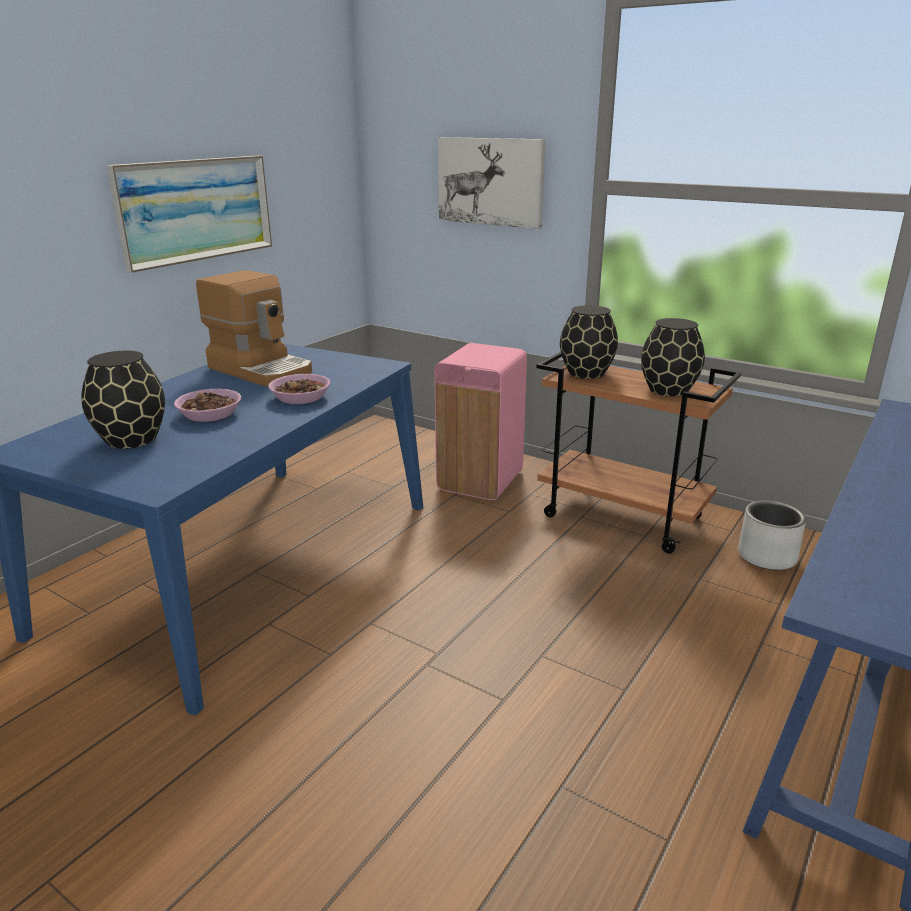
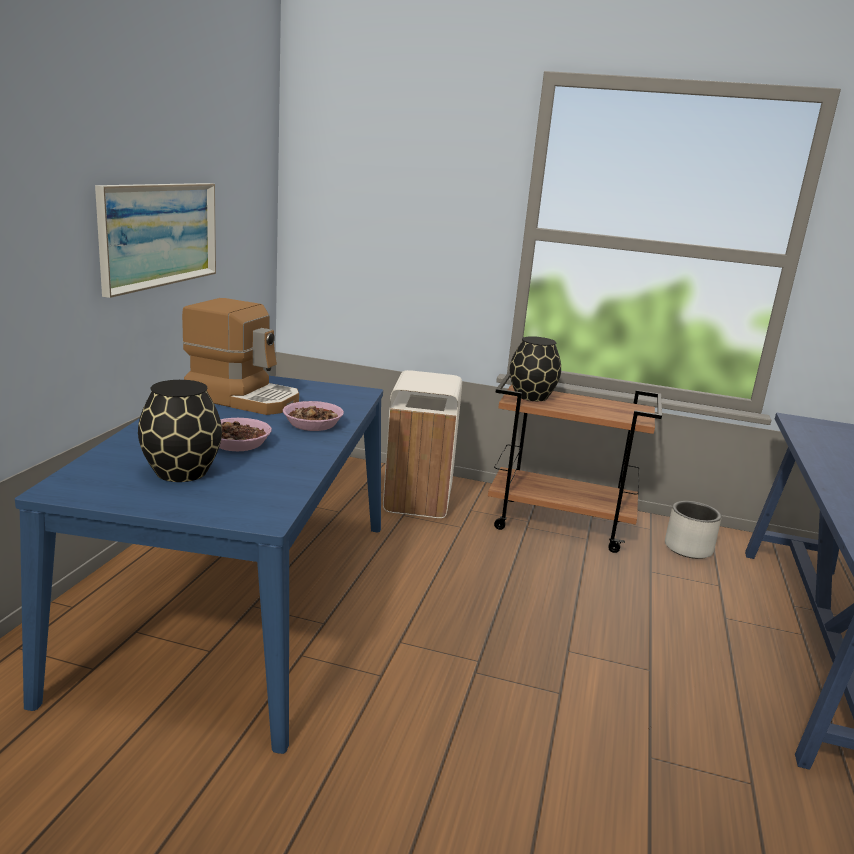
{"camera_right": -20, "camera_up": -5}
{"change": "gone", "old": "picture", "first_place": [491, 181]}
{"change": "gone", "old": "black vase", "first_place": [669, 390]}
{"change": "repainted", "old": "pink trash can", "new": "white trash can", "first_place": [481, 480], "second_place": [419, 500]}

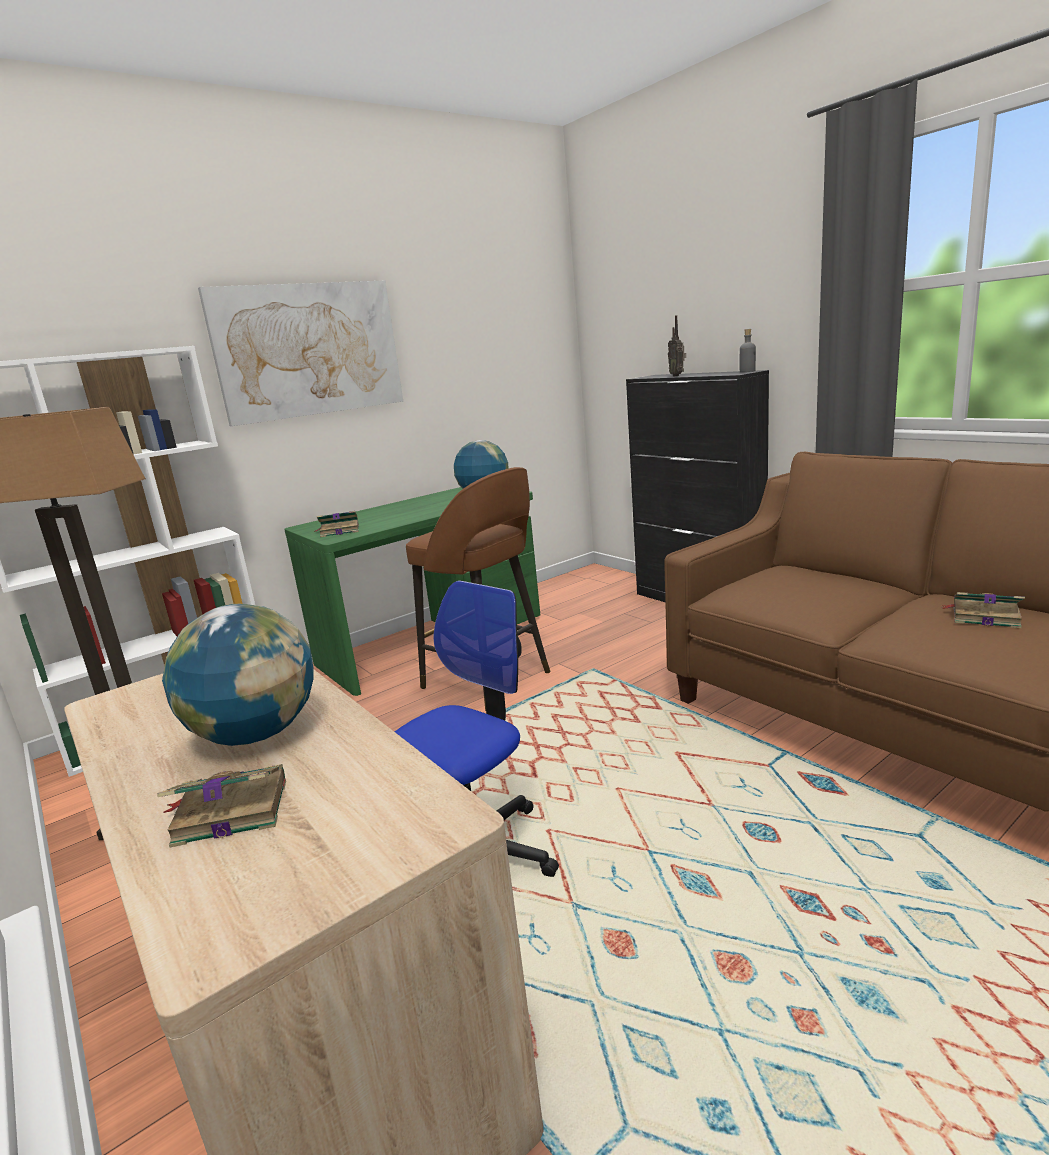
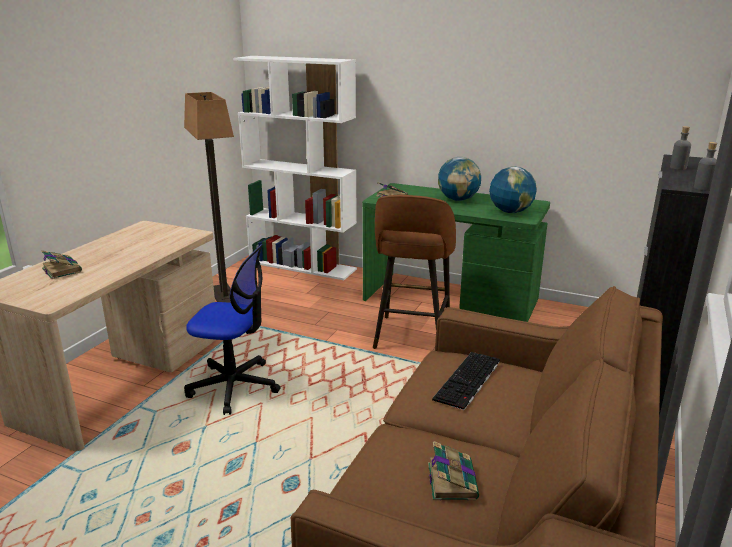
{"camera_right": 60, "camera_up": 5}
{"change": "gone", "old": "picture", "first_place": [309, 350]}
{"change": "swapped", "old": "radio", "new": "grey bottle", "first_place": [677, 375], "second_place": [678, 168]}
{"change": "shifted", "old": "globe", "first_place": [256, 734], "second_place": [458, 199]}
{"change": "new", "new": "keyboard", "second_place": [468, 380]}

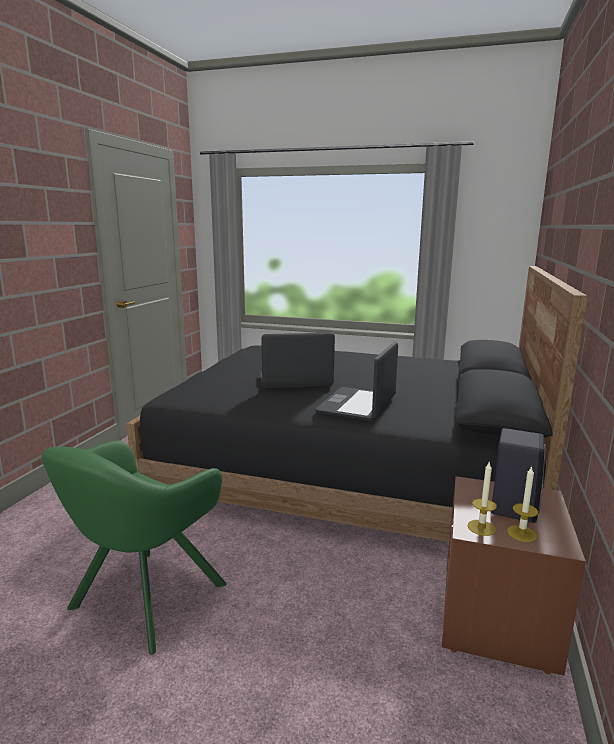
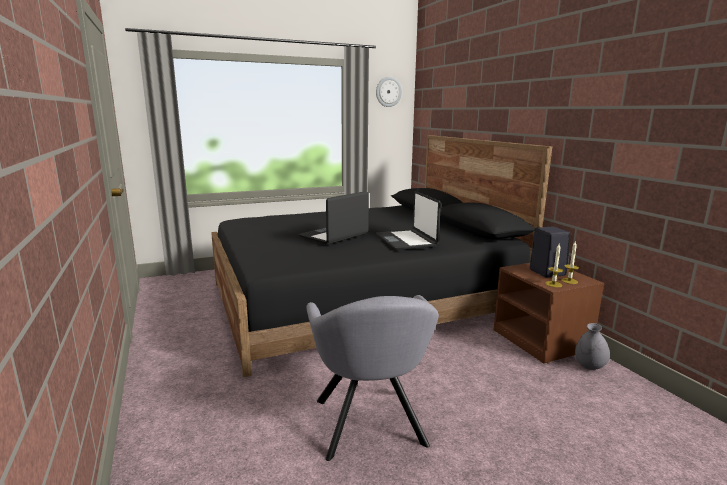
{"camera_right": -40, "camera_up": 0}
{"change": "repainted", "old": "green armchair", "new": "grey armchair", "first_place": [142, 601], "second_place": [370, 427]}
{"change": "new", "new": "wall clock", "second_place": [388, 92]}
{"change": "new", "new": "grey vase", "second_place": [589, 367]}

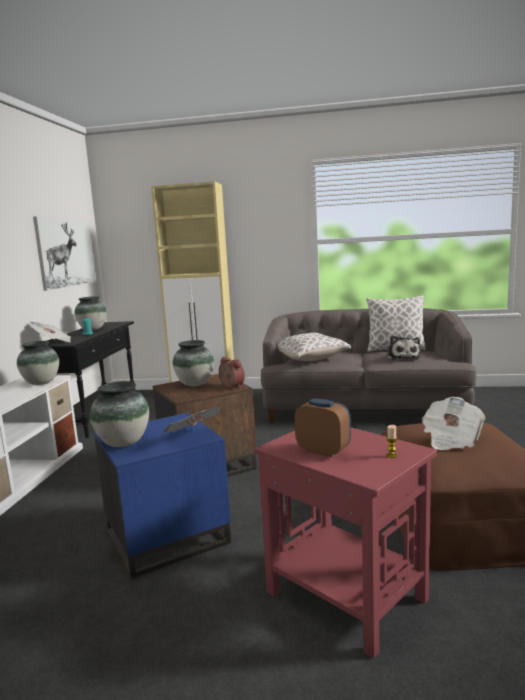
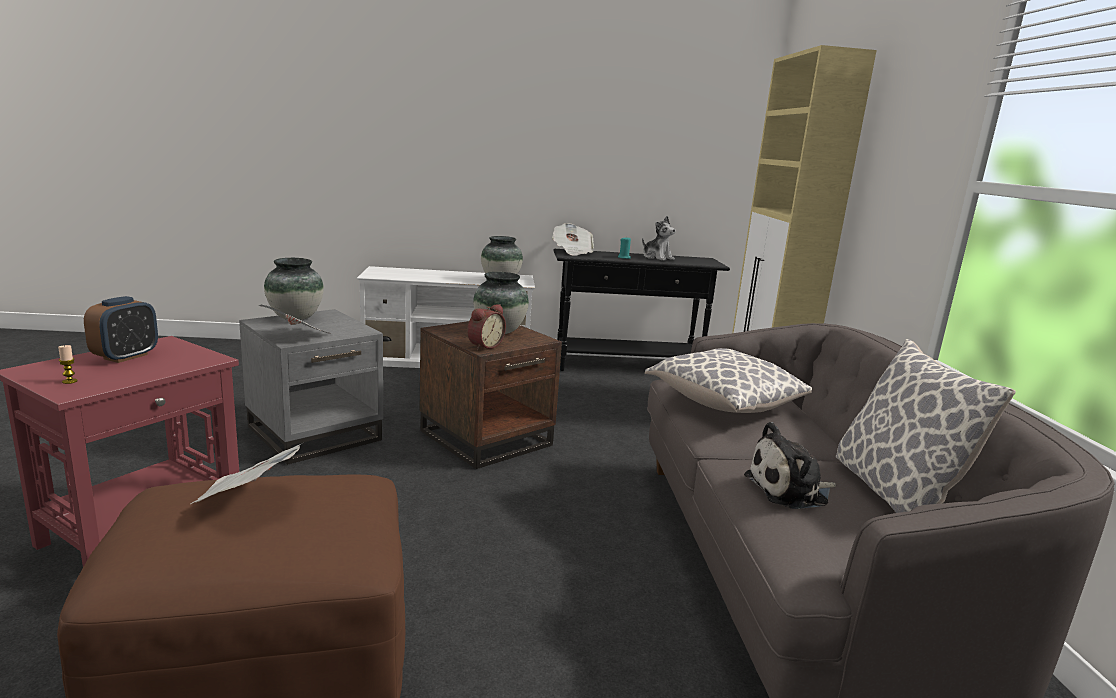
{"camera_right": 75, "camera_up": 5}
{"change": "gone", "old": "picture", "first_place": [66, 252]}
{"change": "swapped", "old": "vase", "new": "plush toy", "first_place": [92, 329], "second_place": [657, 257]}
{"change": "repainted", "old": "blue side table", "new": "grey side table", "first_place": [167, 536], "second_place": [315, 433]}

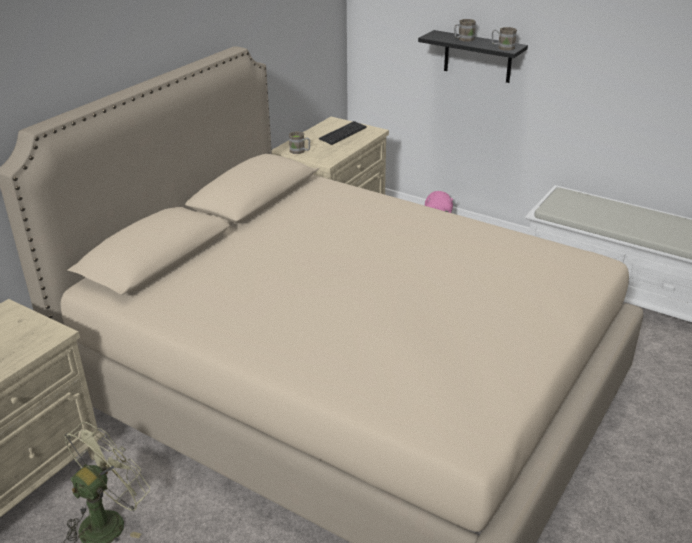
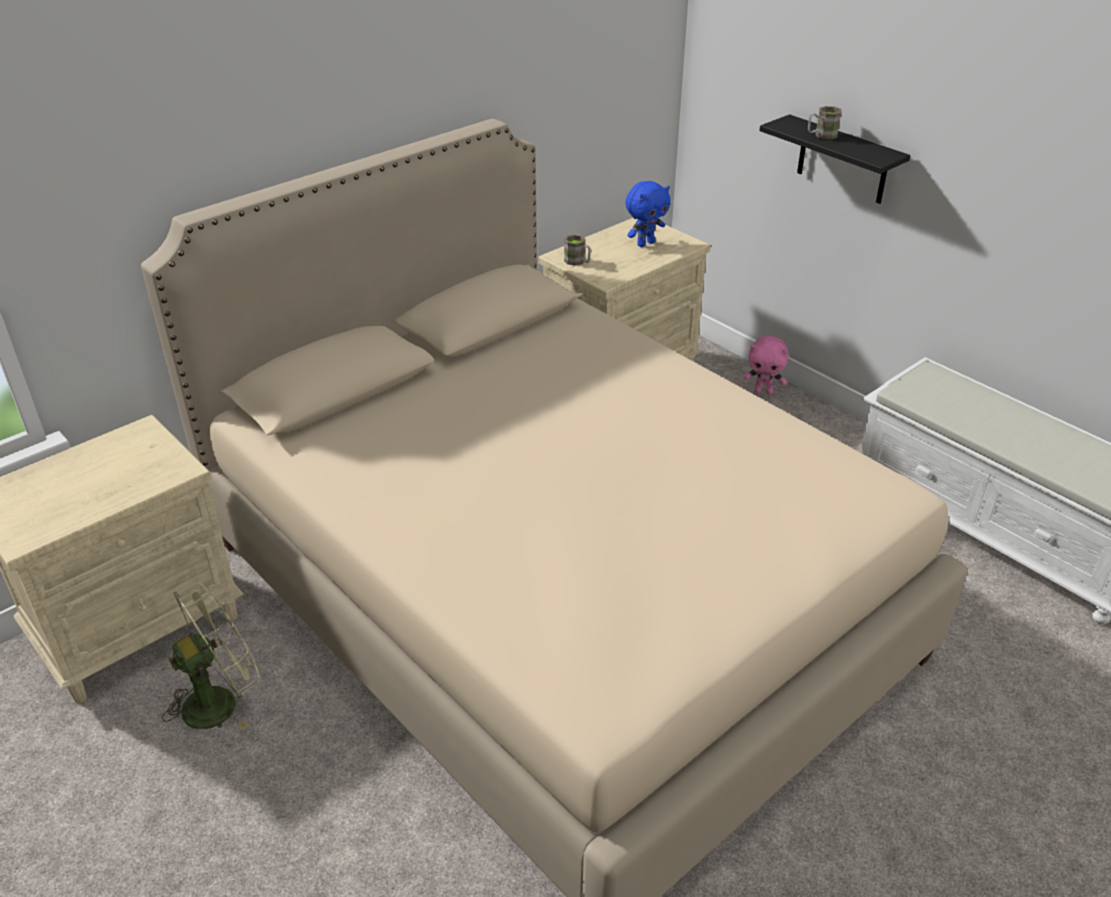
{"camera_right": 15, "camera_up": 5}
{"change": "gone", "old": "brown mug", "first_place": [502, 47]}
{"change": "swapped", "old": "keyboard", "new": "blue plush toy", "first_place": [343, 134], "second_place": [645, 243]}

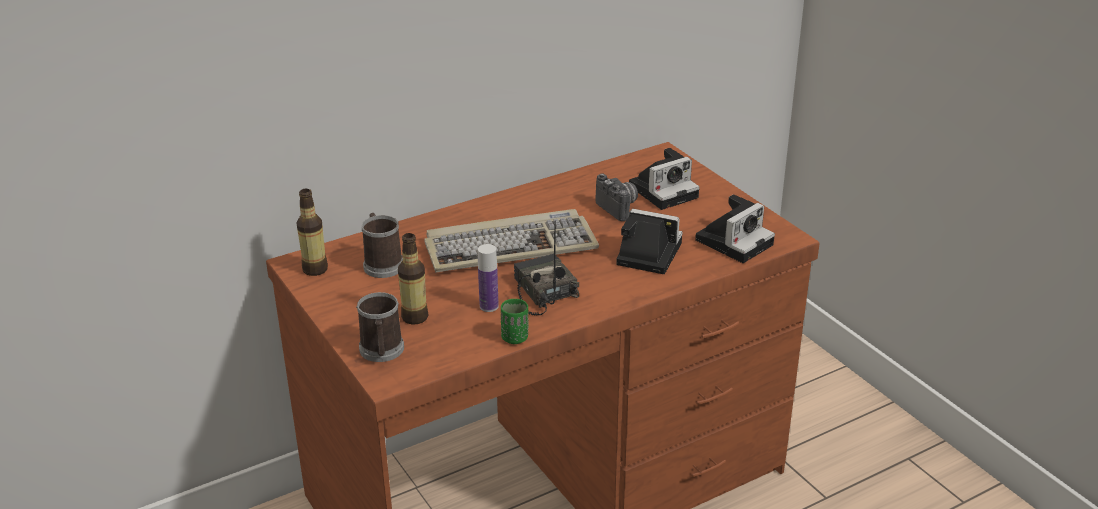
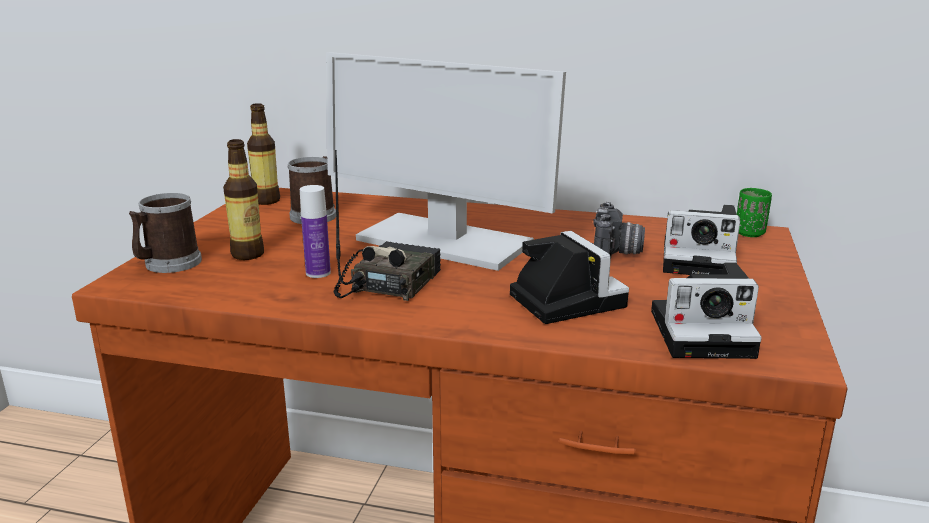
{"camera_right": 45, "camera_up": -10}
{"change": "swapped", "old": "keyboard", "new": "monitor", "first_place": [511, 246], "second_place": [442, 242]}
{"change": "shifted", "old": "green cup", "first_place": [515, 338], "second_place": [749, 233]}

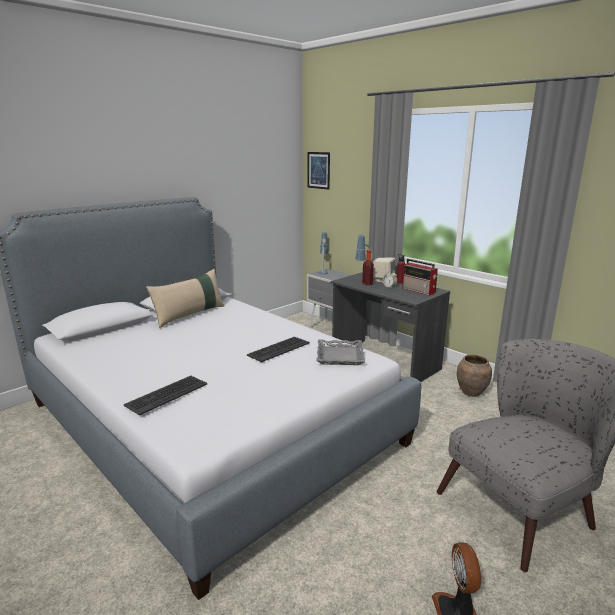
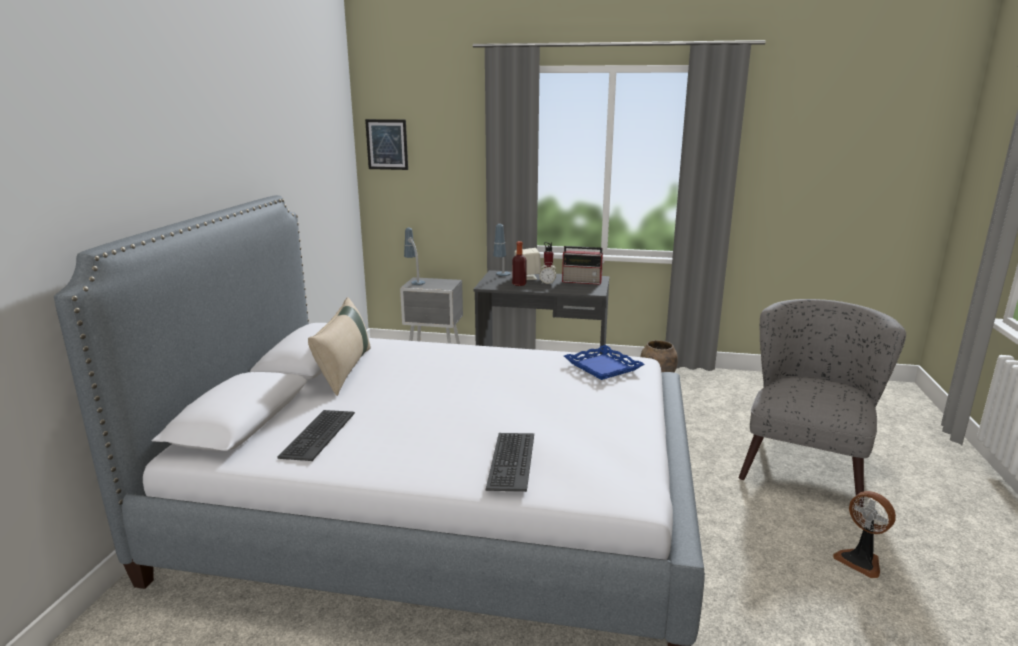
{"camera_right": -35, "camera_up": 0}
{"change": "shifted", "old": "keyboard", "first_place": [278, 349], "second_place": [317, 435]}
{"change": "repainted", "old": "grey tray", "new": "blue tray", "first_place": [340, 356], "second_place": [603, 367]}

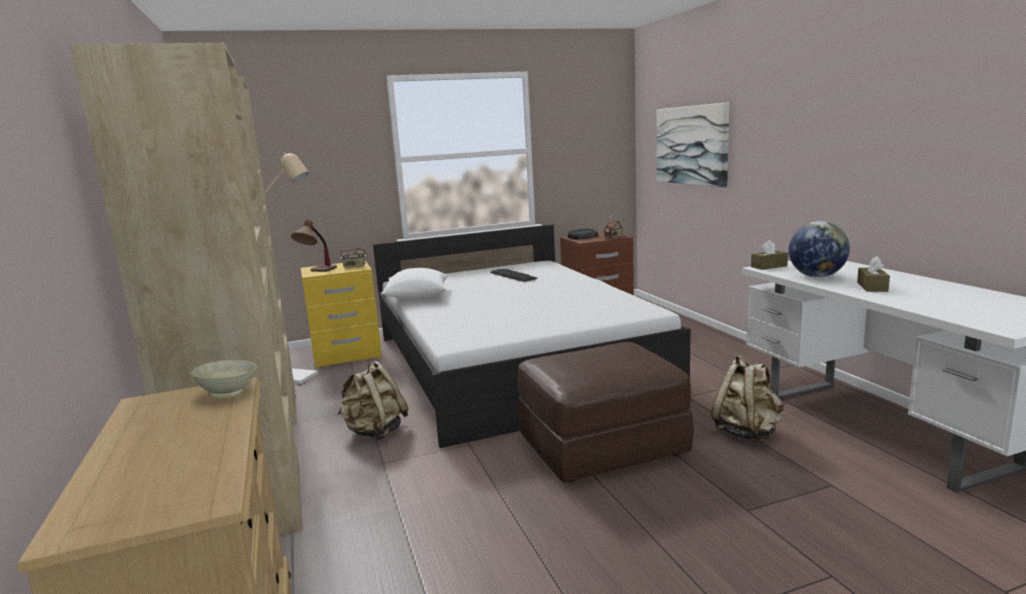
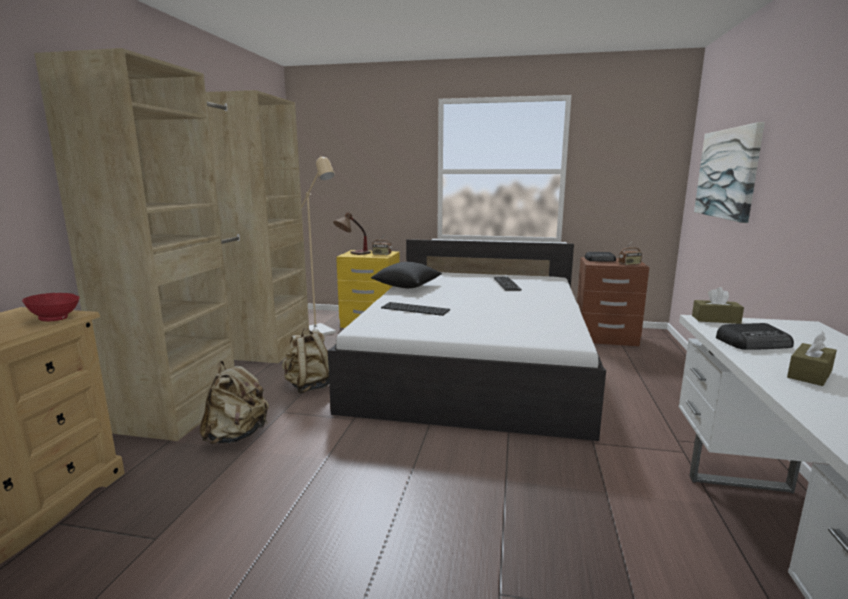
{"camera_right": 30, "camera_up": 0}
{"change": "swapped", "old": "globe", "new": "radio", "first_place": [816, 276], "second_place": [754, 343]}
{"change": "repainted", "old": "white pillow", "new": "black pillow", "first_place": [417, 297], "second_place": [406, 286]}
{"change": "gone", "old": "brown ottoman", "first_place": [602, 445]}
{"change": "shifted", "old": "beige backpack", "first_place": [747, 432], "second_place": [237, 436]}
{"change": "repainted", "old": "beige bowl", "new": "red bowl", "first_place": [229, 394], "second_place": [55, 319]}
{"change": "new", "new": "keyboard", "second_place": [416, 309]}

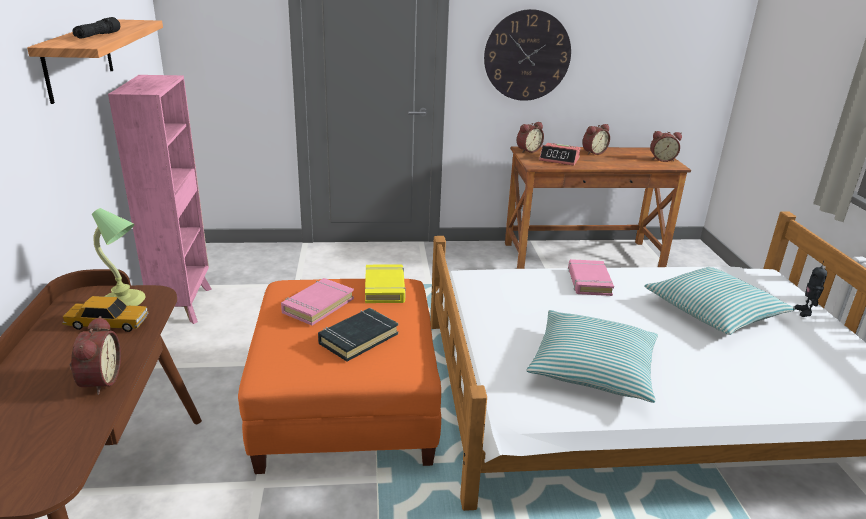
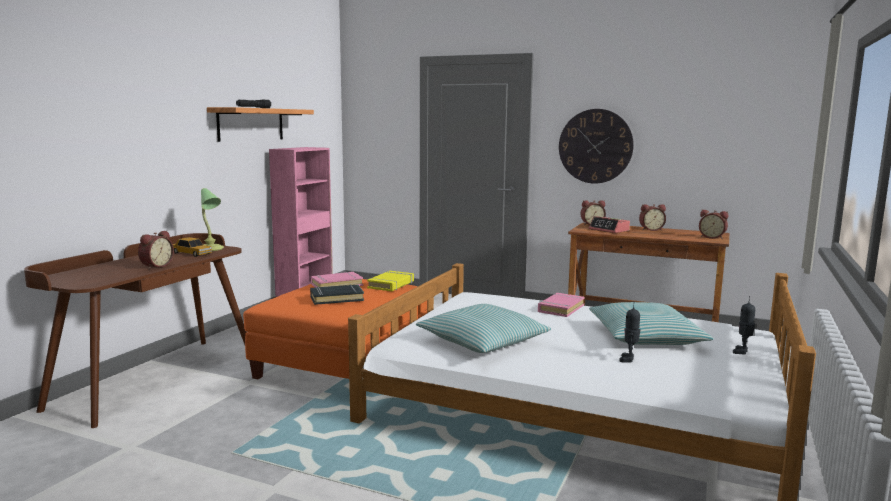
{"camera_right": 30, "camera_up": -15}
{"change": "new", "new": "toy robot", "second_place": [629, 359]}

